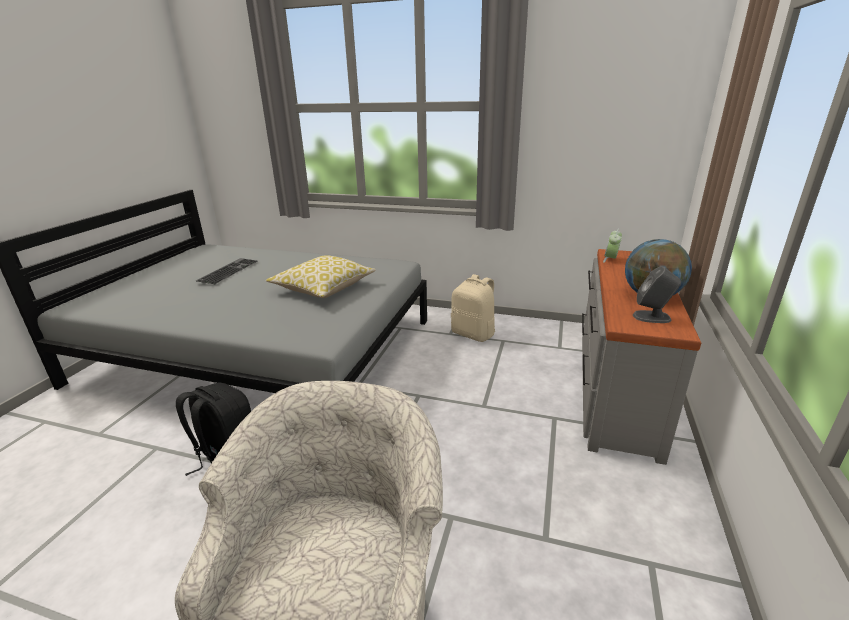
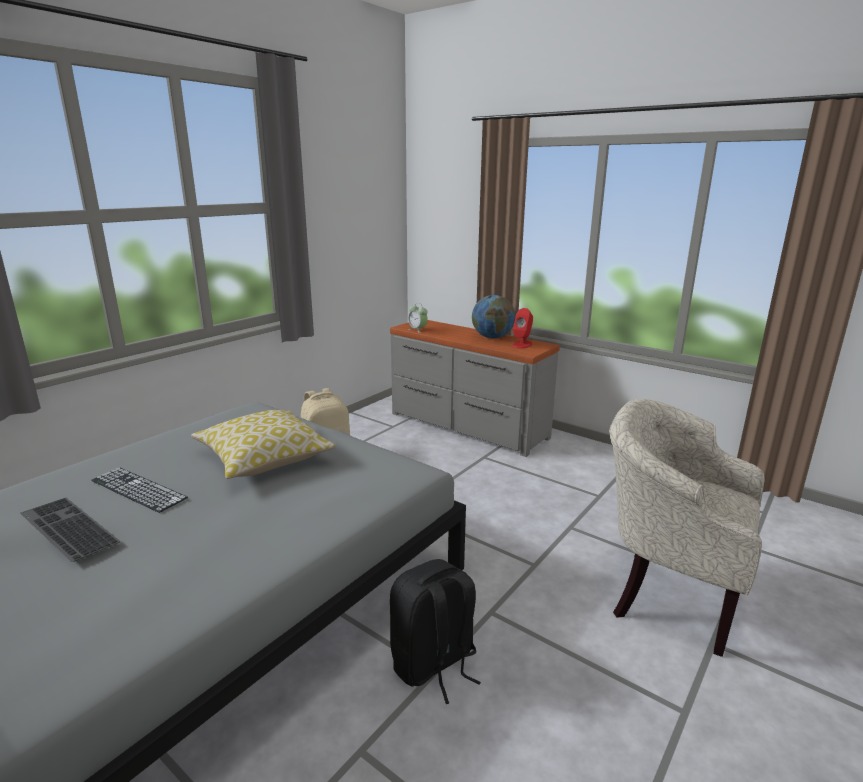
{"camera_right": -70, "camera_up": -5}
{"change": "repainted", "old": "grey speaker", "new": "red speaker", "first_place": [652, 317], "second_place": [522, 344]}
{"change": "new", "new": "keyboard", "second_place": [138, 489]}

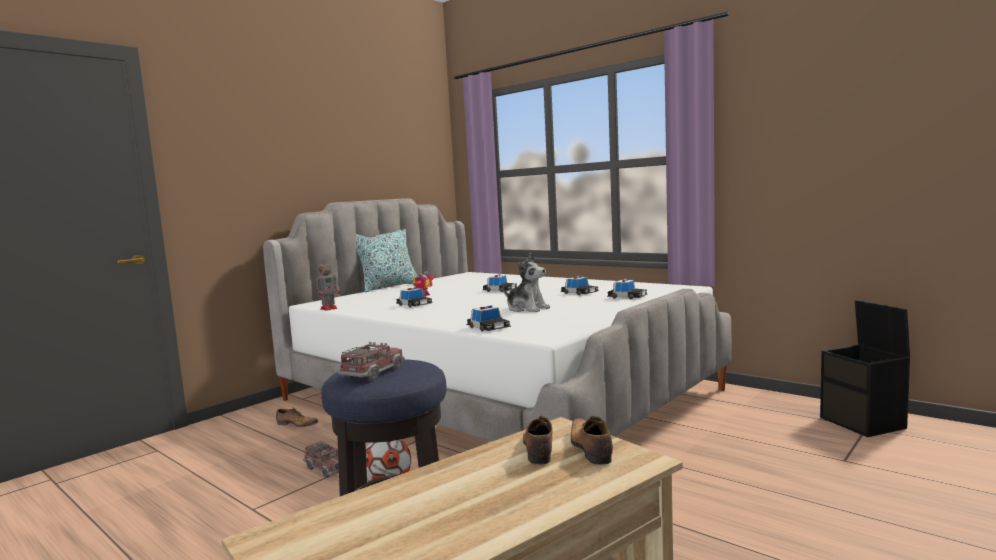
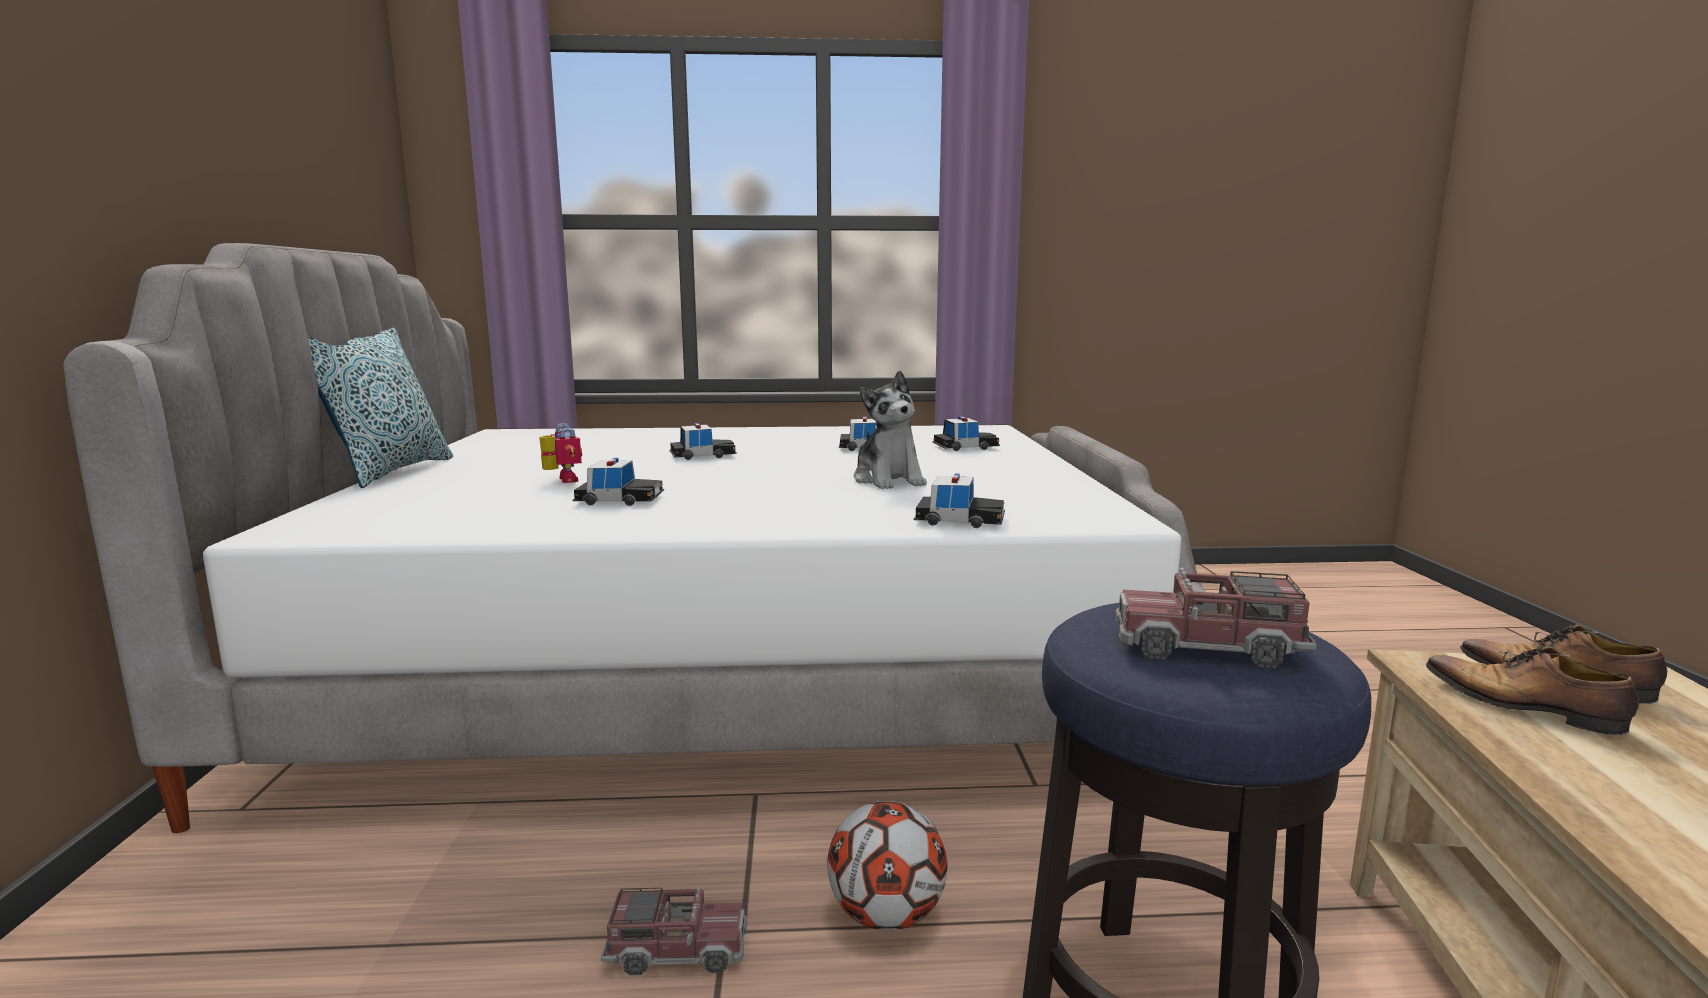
{"camera_right": -45, "camera_up": 5}
{"change": "rotated", "old": "plush toy", "first_place": [527, 309], "second_place": [888, 480], "degrees": 75}
{"change": "gone", "old": "toy robot", "first_place": [329, 308]}
{"change": "gone", "old": "black storage box", "first_place": [864, 423]}
{"change": "rotated", "old": "toy truck", "first_place": [373, 373], "second_place": [1207, 647], "degrees": -60}
{"change": "gone", "old": "shoe", "first_place": [297, 424]}

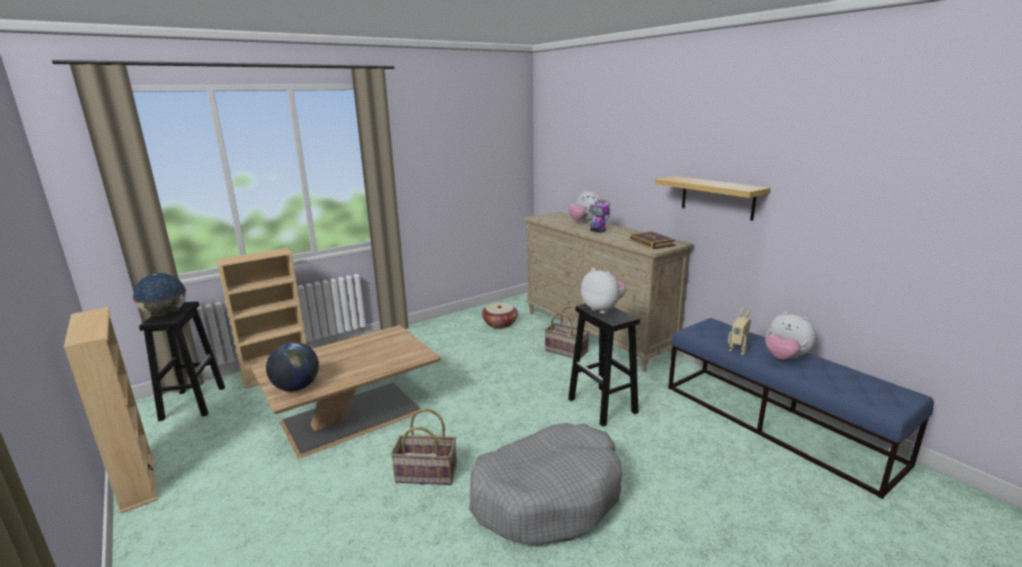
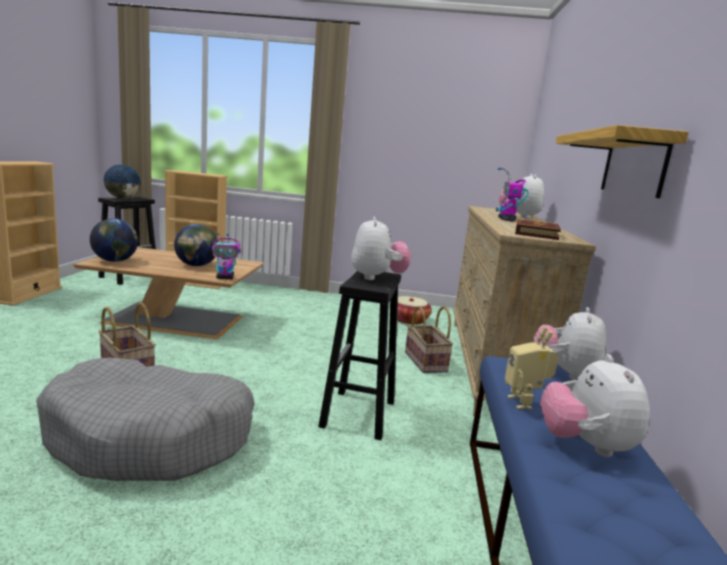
{"camera_right": 40, "camera_up": -5}
{"change": "new", "new": "globe", "second_place": [196, 265]}
{"change": "new", "new": "toy robot", "second_place": [225, 278]}
{"change": "new", "new": "plush toy", "second_place": [564, 373]}

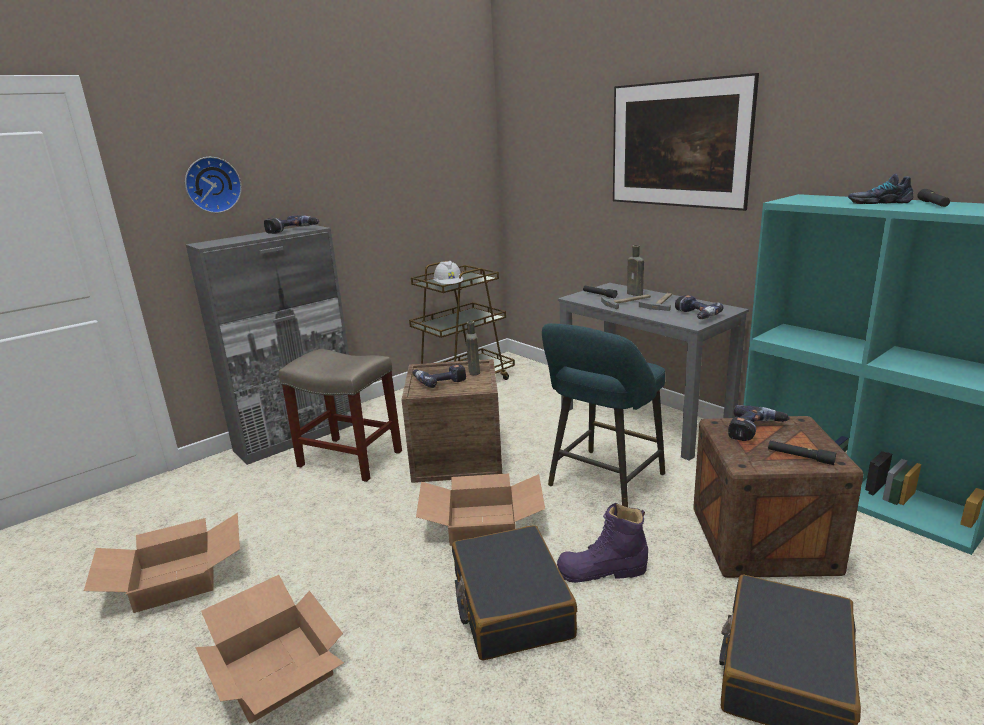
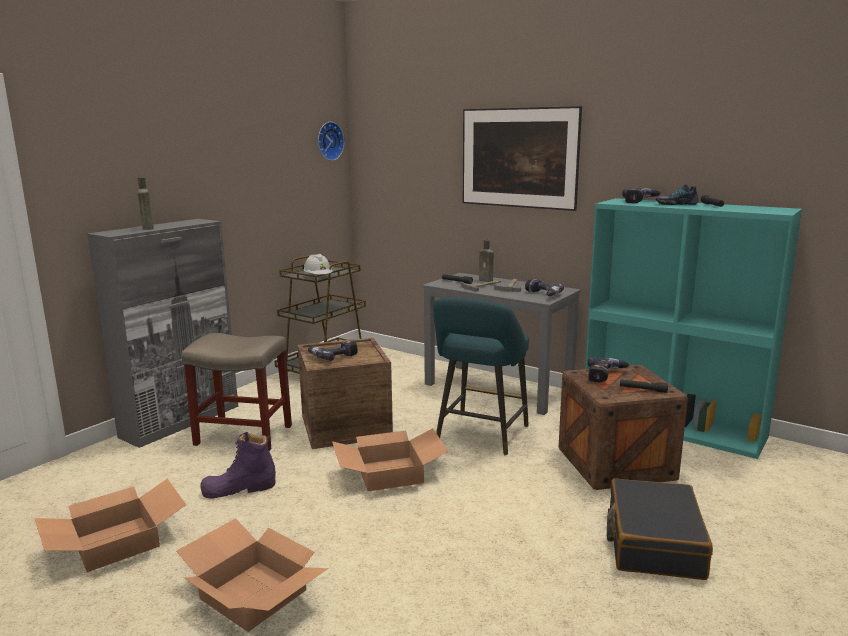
{"camera_right": -15, "camera_up": -5}
{"change": "shifted", "old": "wall clock", "first_place": [212, 185], "second_place": [329, 141]}
{"change": "shifted", "old": "power drill", "first_place": [292, 231], "second_place": [640, 201]}
{"change": "shifted", "old": "brown bottle", "first_place": [474, 371], "second_place": [147, 228]}
{"change": "shifted", "old": "purple boot", "first_place": [602, 570], "second_place": [239, 489]}
{"change": "gone", "old": "black suitcase", "first_place": [510, 605]}

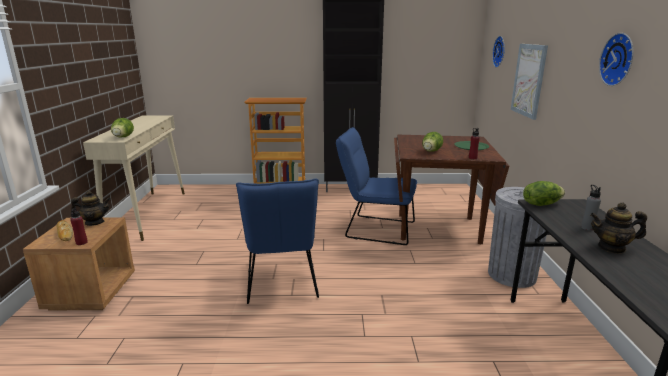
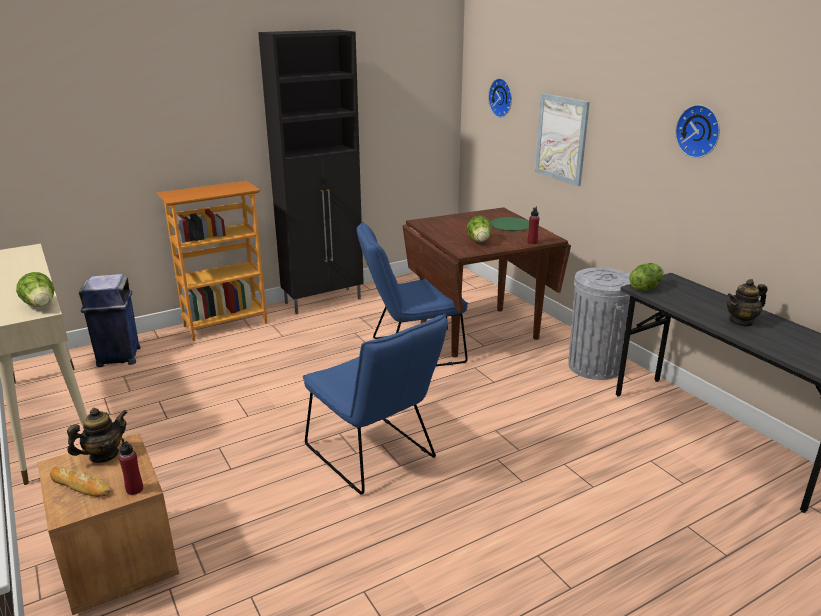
{"camera_right": -30, "camera_up": 5}
{"change": "gone", "old": "grey bottle", "first_place": [587, 227]}
{"change": "new", "new": "blue trash can", "second_place": [118, 357]}

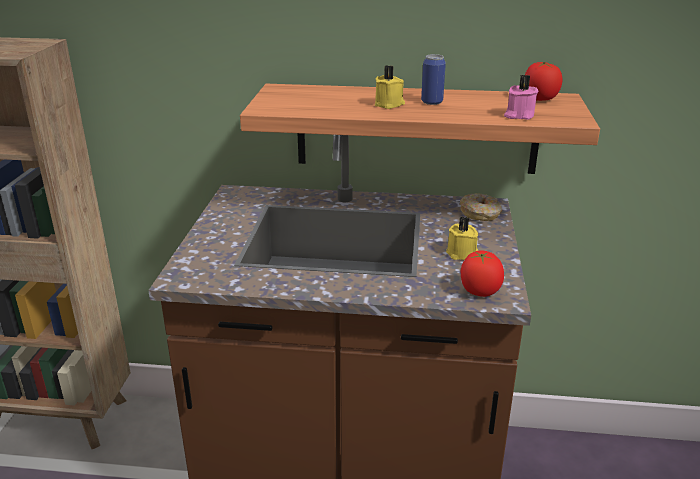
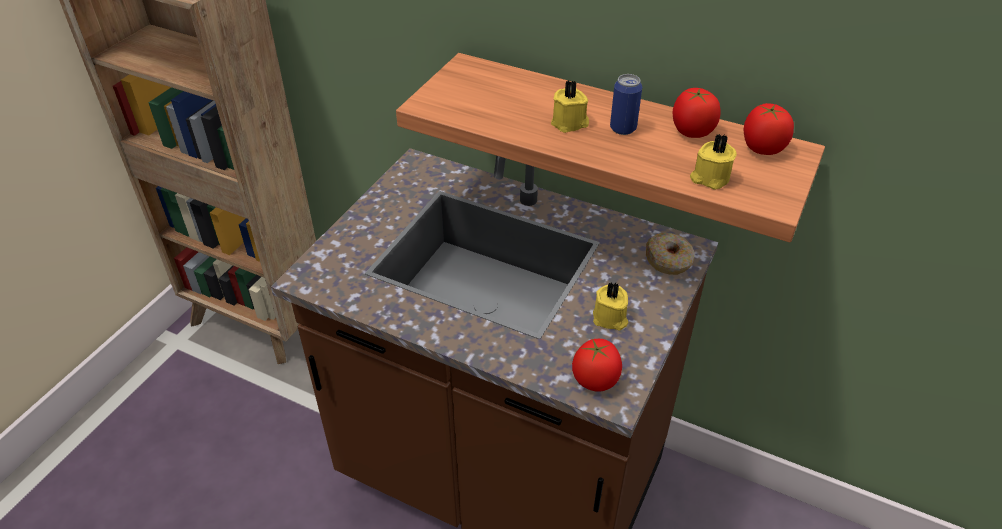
{"camera_right": 20, "camera_up": 15}
{"change": "repainted", "old": "pink candle", "new": "yellow candle", "first_place": [518, 115], "second_place": [709, 178]}
{"change": "new", "new": "tomato", "second_place": [691, 132]}

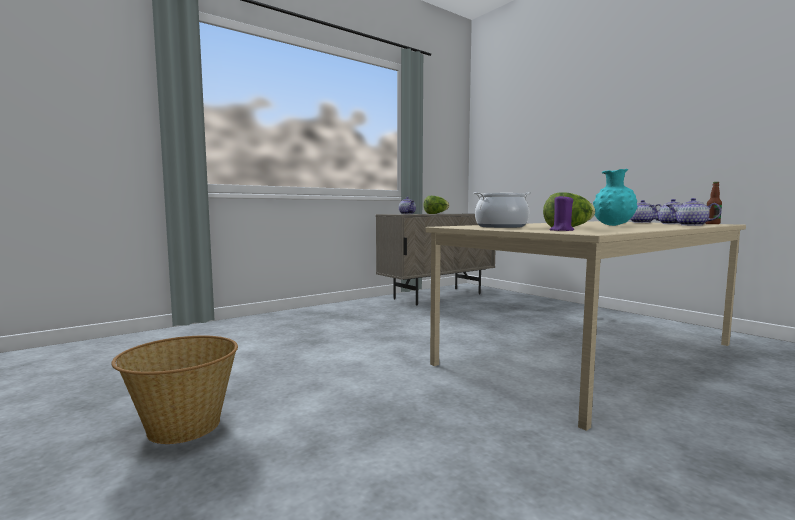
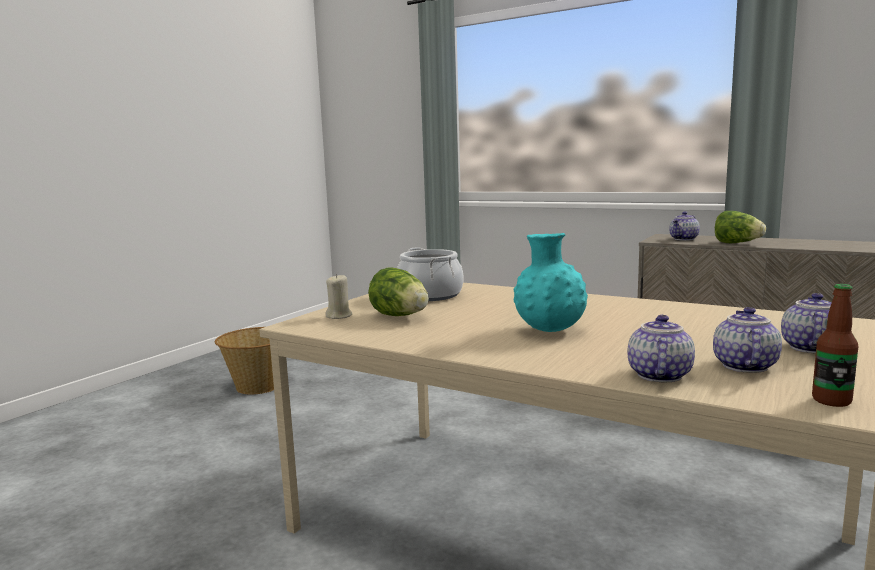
{"camera_right": 70, "camera_up": 5}
{"change": "repainted", "old": "purple candle", "new": "beige candle", "first_place": [561, 230], "second_place": [339, 316]}

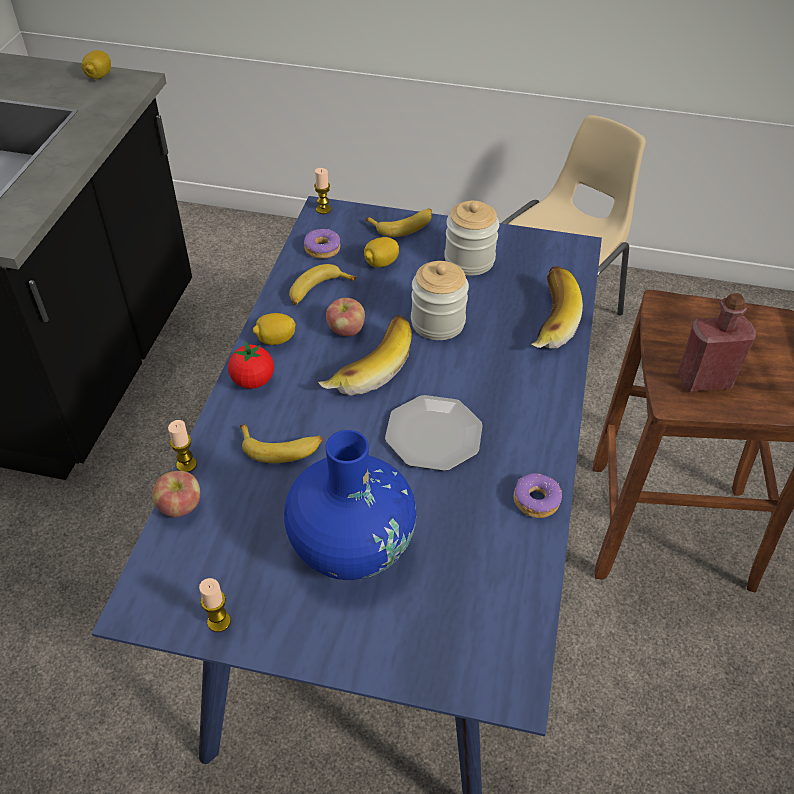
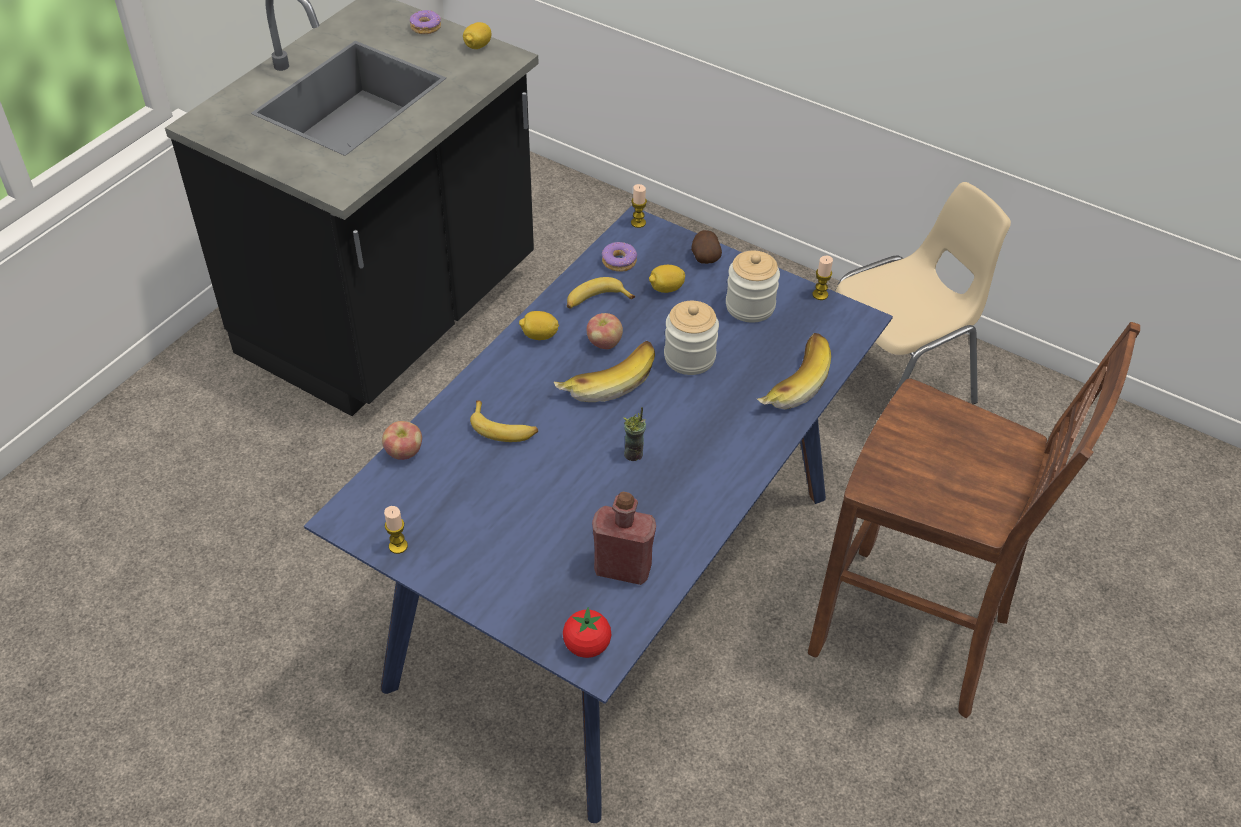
{"camera_right": 20, "camera_up": 0}
{"change": "swapped", "old": "banana", "new": "potato", "first_place": [403, 225], "second_place": [704, 257]}
{"change": "shifted", "old": "red bottle", "first_place": [704, 380], "second_place": [622, 568]}
{"change": "shifted", "old": "tomato", "first_place": [253, 381], "second_place": [587, 645]}
{"change": "swapped", "old": "plate", "new": "cup", "first_place": [432, 435], "second_place": [634, 454]}
{"change": "shifted", "old": "candle", "first_place": [186, 464], "second_place": [820, 294]}
{"change": "gone", "old": "blue vase", "first_place": [351, 545]}
{"change": "shifted", "old": "donut", "first_place": [536, 500], "second_place": [425, 27]}

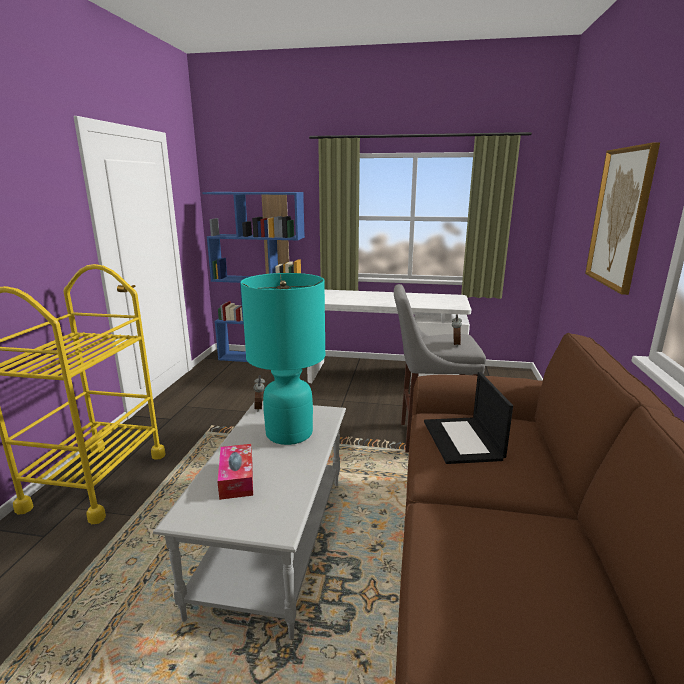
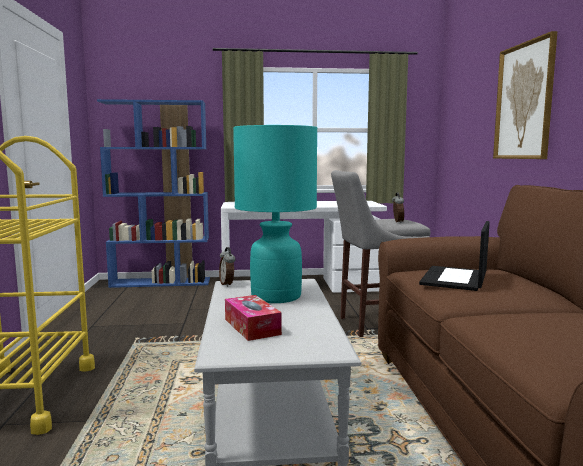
{"camera_right": -15, "camera_up": -10}
{"change": "rotated", "old": "laptop", "first_place": [463, 440], "second_place": [455, 279], "degrees": 45}

